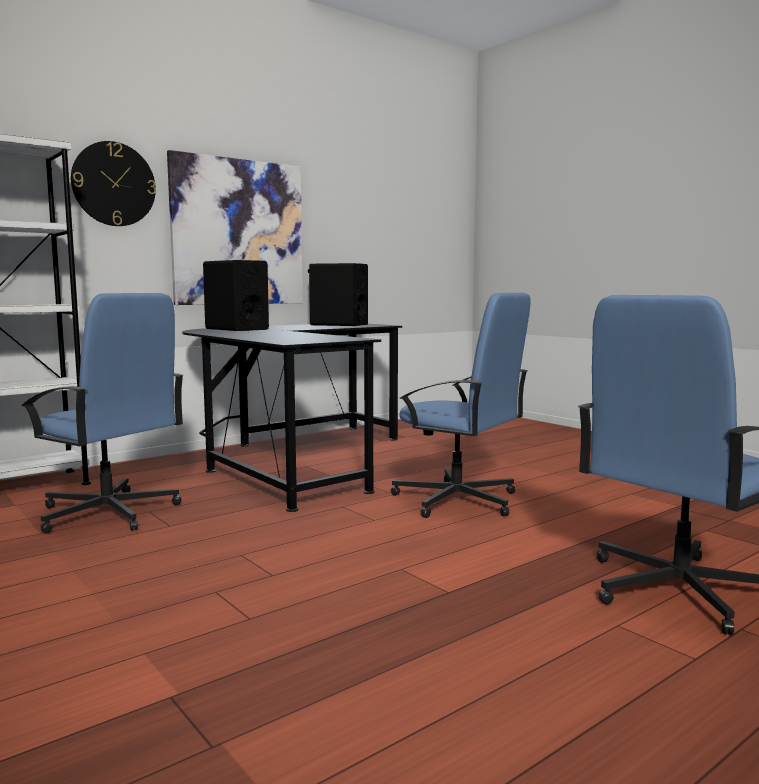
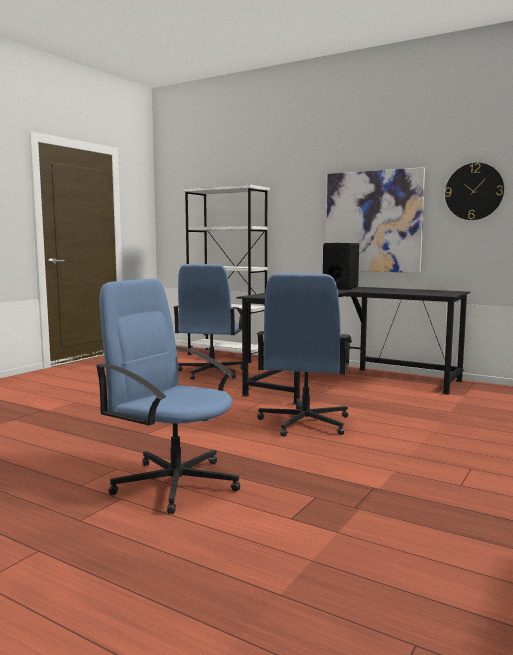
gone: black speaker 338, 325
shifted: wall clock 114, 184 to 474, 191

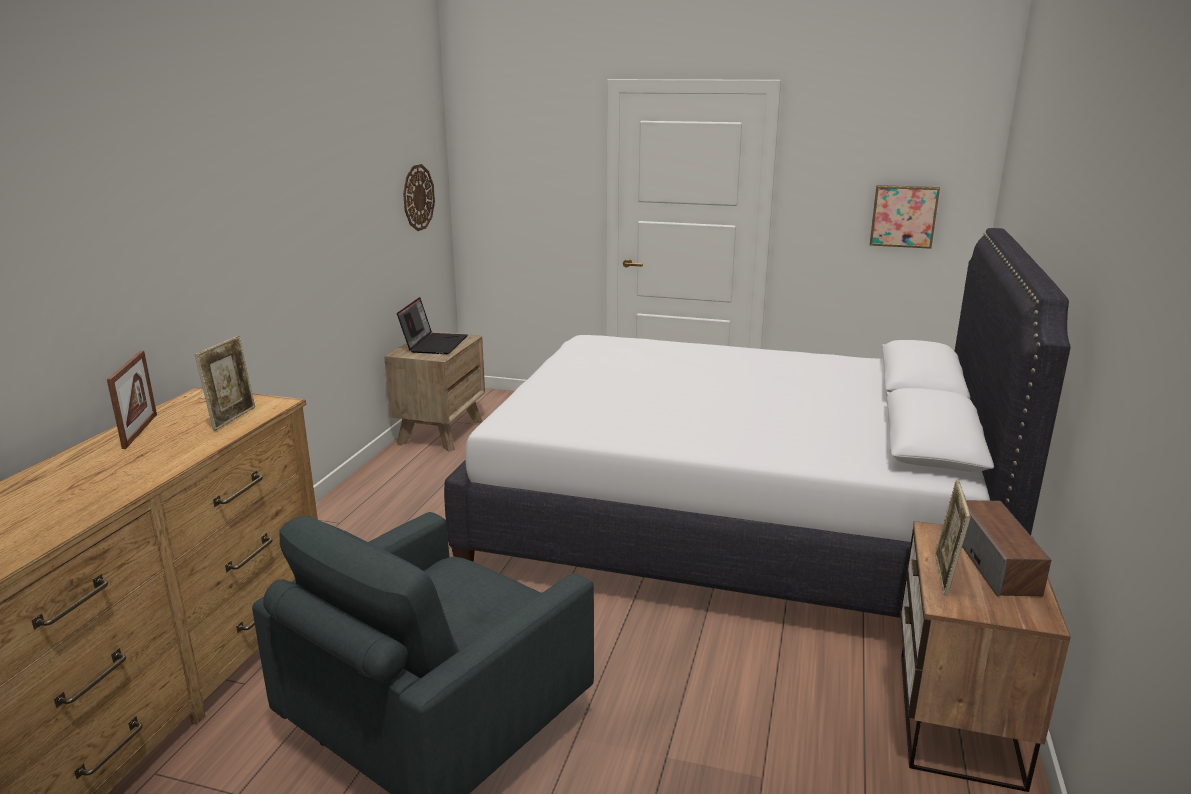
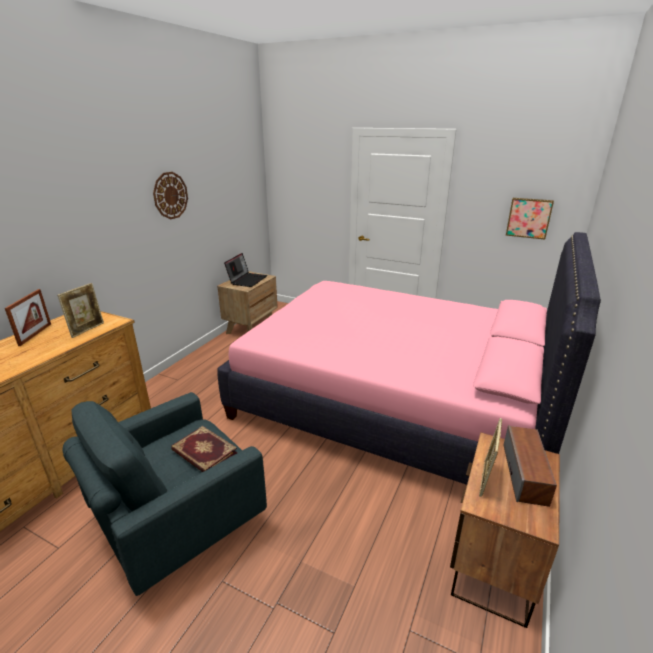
new: book 203, 452
shifted: wall clock 418, 197 to 170, 195
repainted: white bed 730, 523 to pink bed 393, 402

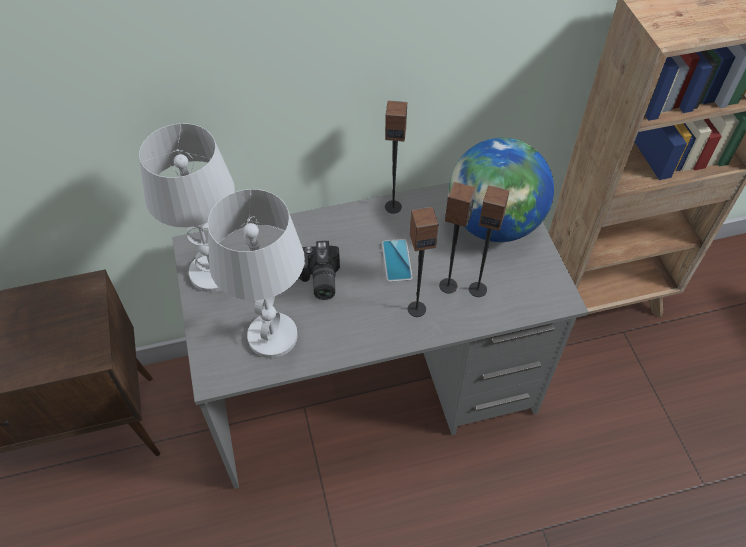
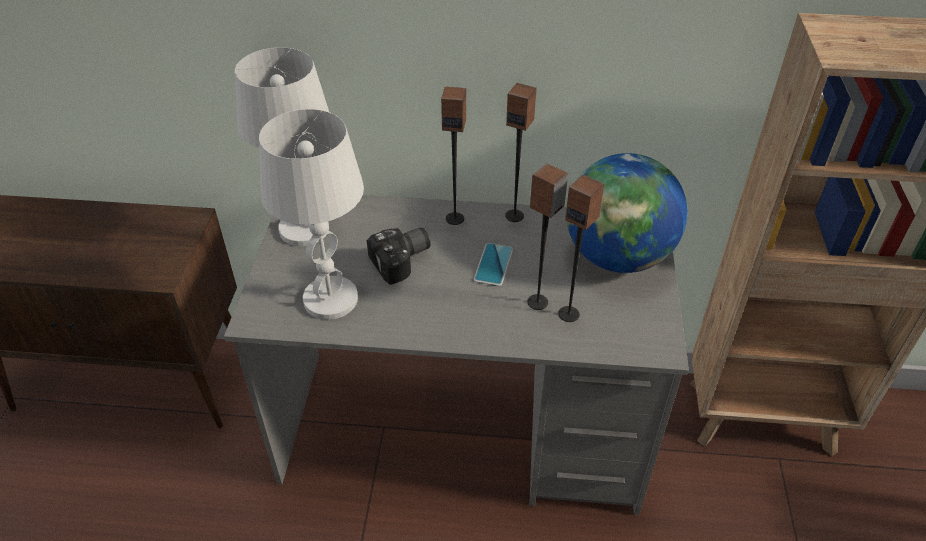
shifted: speaker 416, 309 to 455, 218
rotated: photo camera 318, 280 = 403, 261 135 degrees counterclockwise

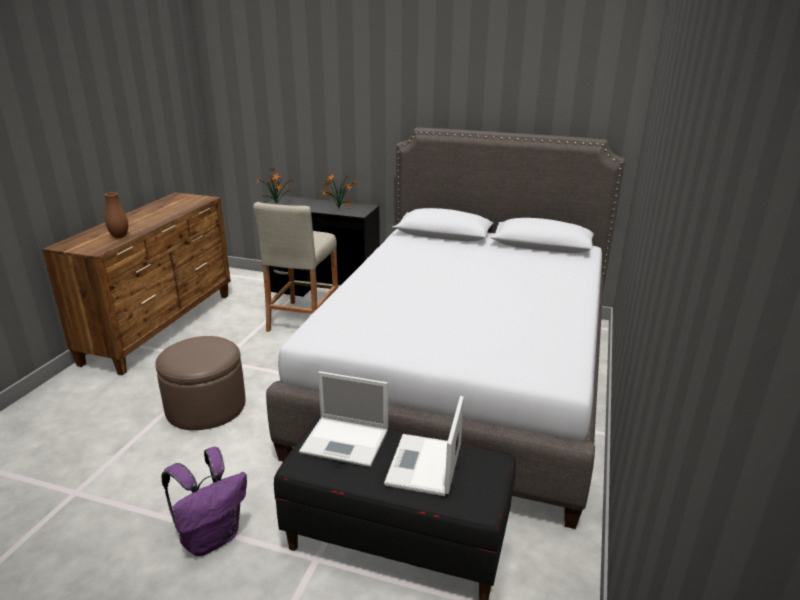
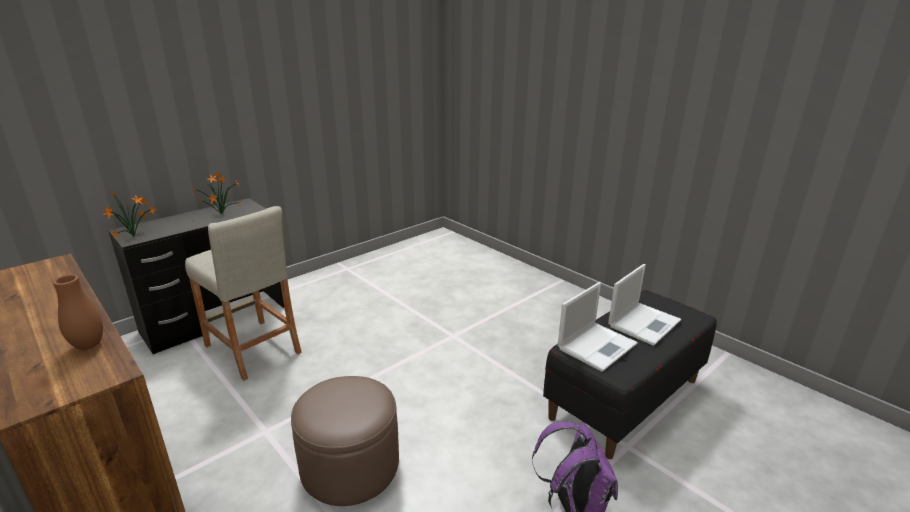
gone: grey bed 463, 377
rotated: laptop 424, 466 = 644, 323 90 degrees counterclockwise

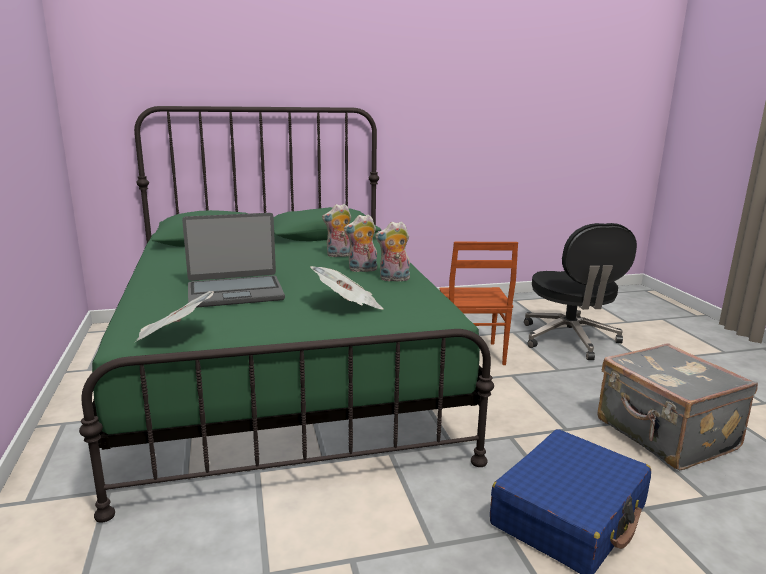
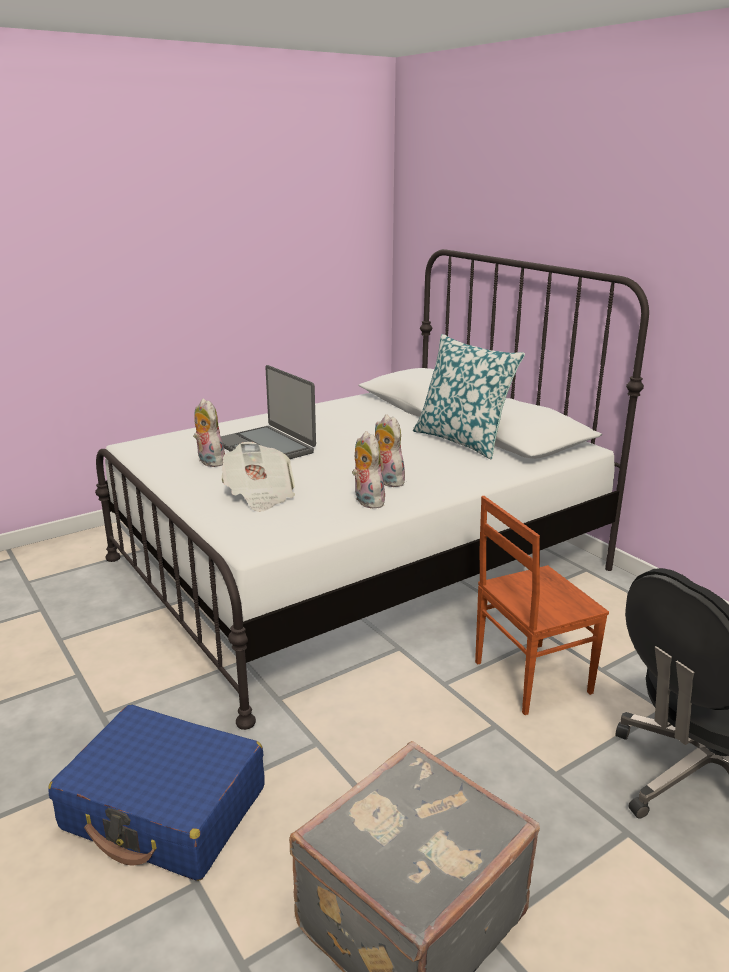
gone: newspaper 174, 336
new: pillow 463, 441
shifted: plush toy 339, 255 to 209, 462
repainted: green bed 283, 376 to white bed 358, 564

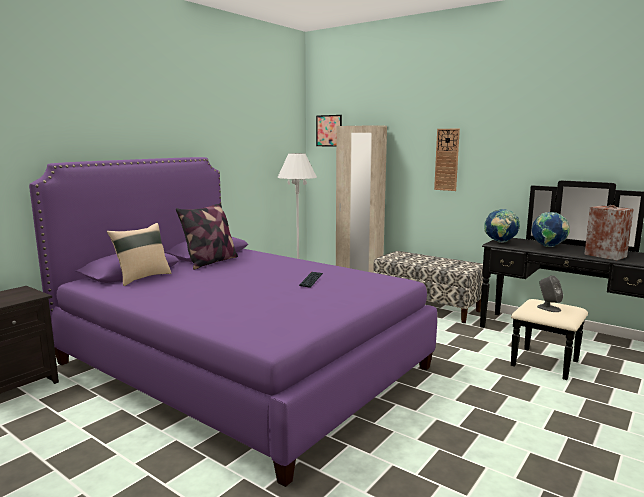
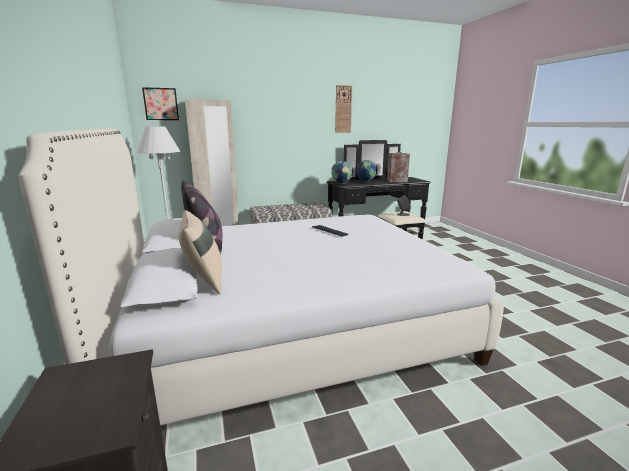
shifted: wall clock 447, 159 to 343, 109
repainted: purple bed 240, 365 to white bed 289, 330

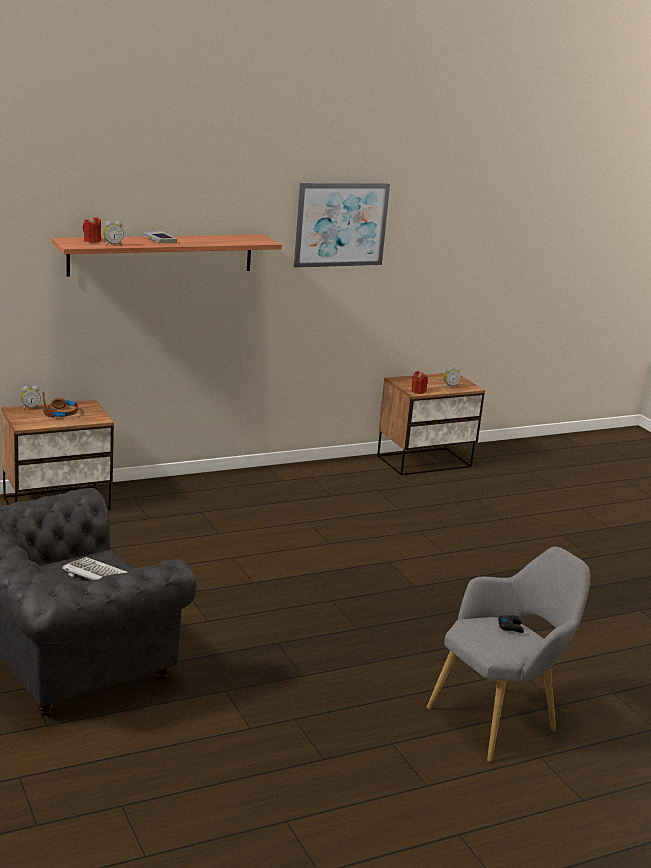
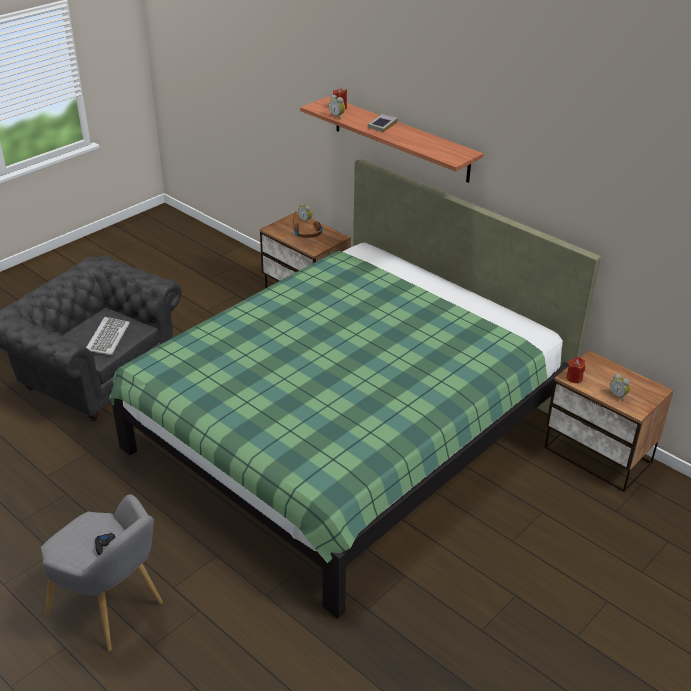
gone: picture 341, 224
new: green bed 346, 433

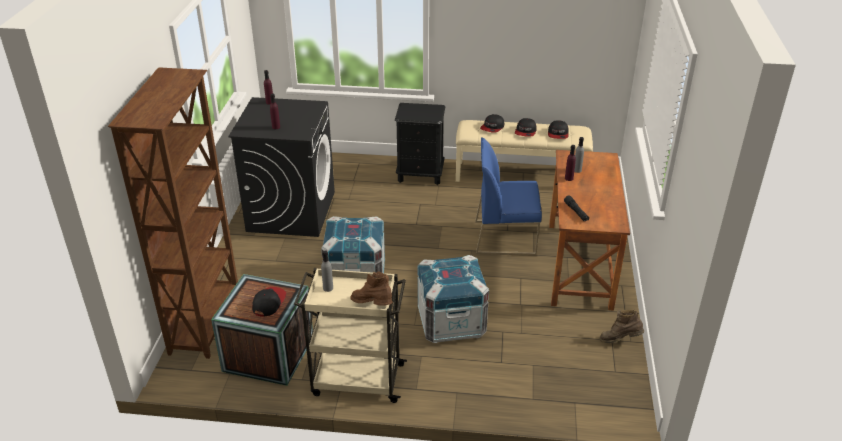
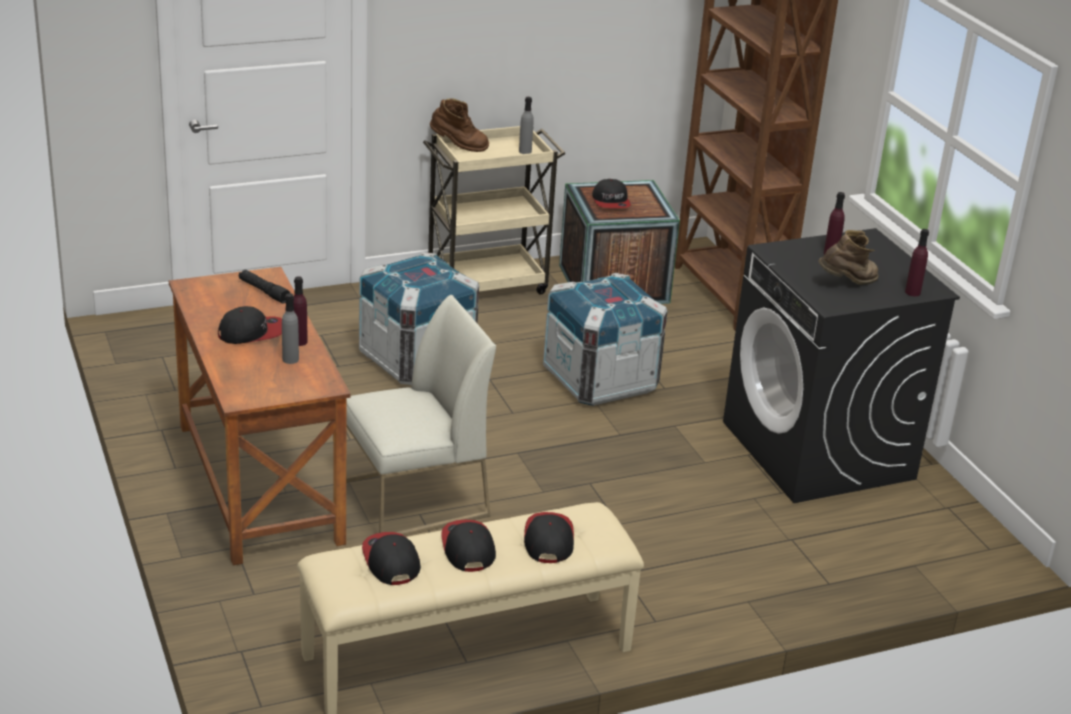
gone: black nightstand 420, 175
new: cap 252, 332
shifted: brown boot 619, 340 to 847, 283
repainted: blue chair 505, 237 to white chair 414, 499

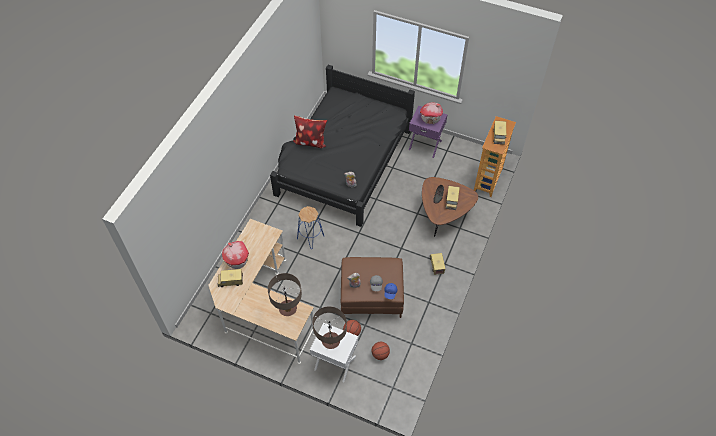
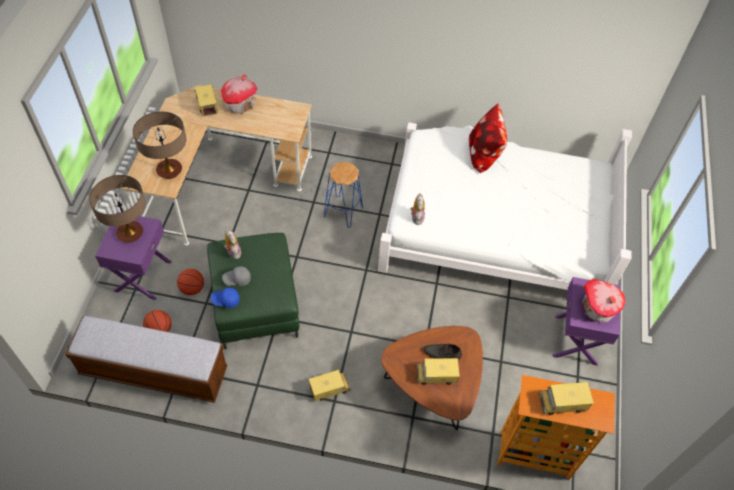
new: bench 154, 372
repainted: black bed 343, 162 to white bed 494, 228; white nightstand 335, 363 to purple nightstand 142, 276; brown ottoman 371, 296 to green ottoman 256, 304

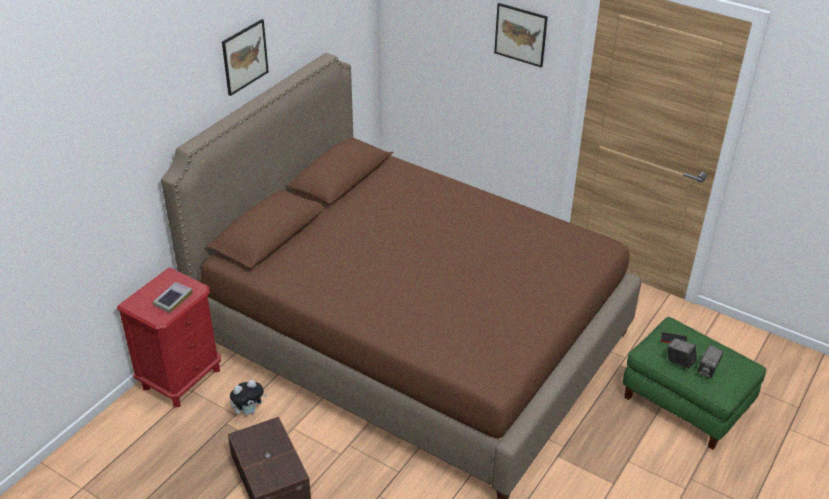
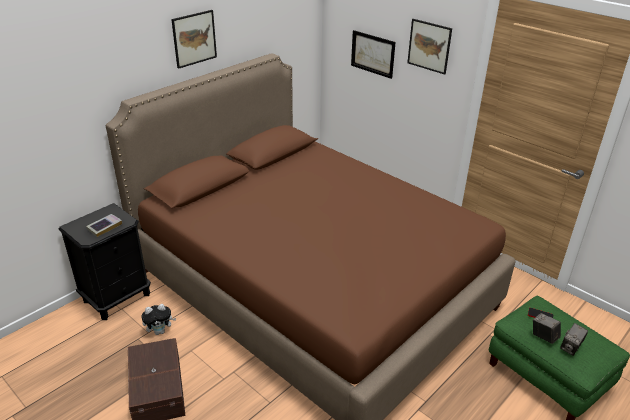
new: picture 372, 54
repainted: red nightstand 181, 378 to black nightstand 117, 297

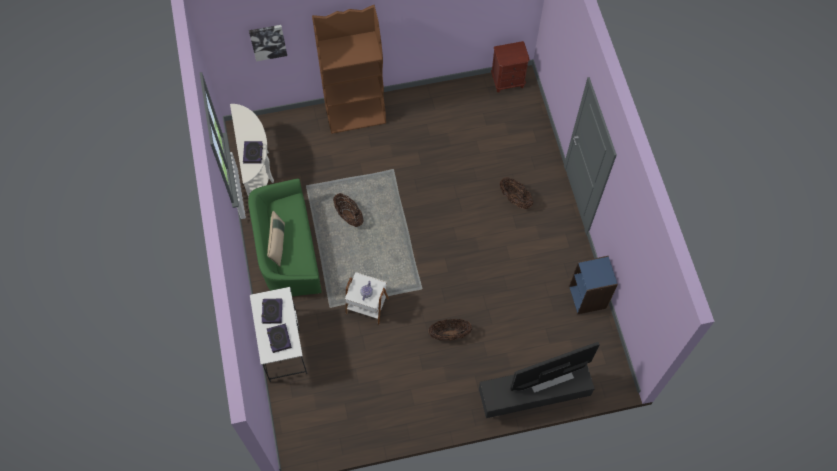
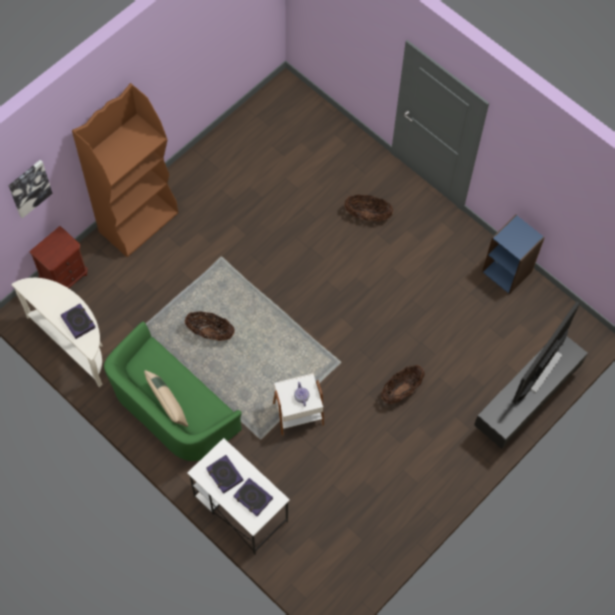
shifted: brown nightstand 508, 81 to 65, 277

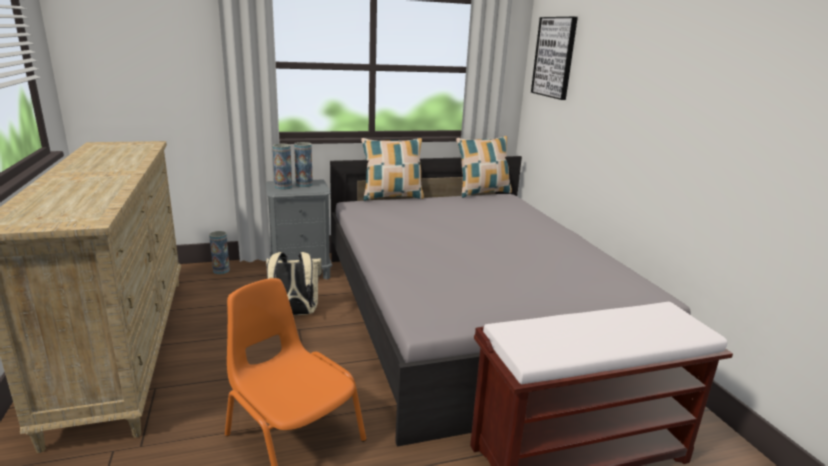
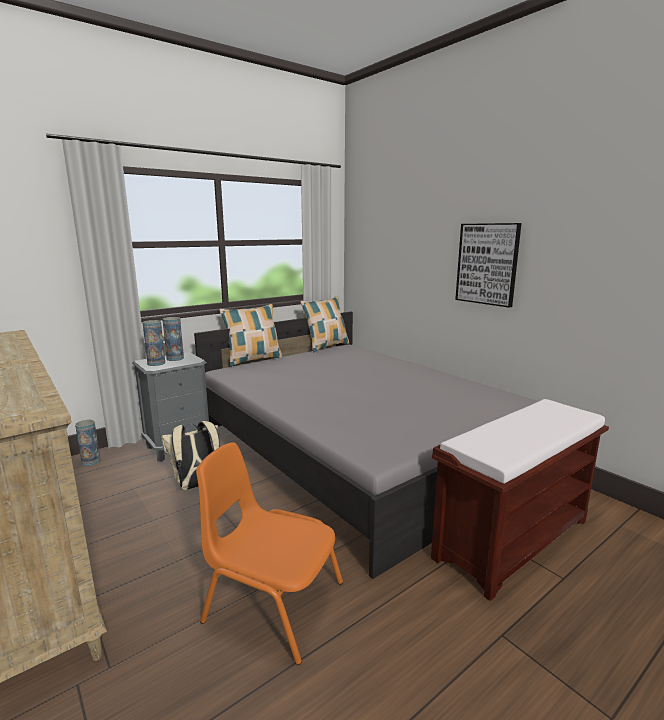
shifted: picture 554, 57 to 487, 264

